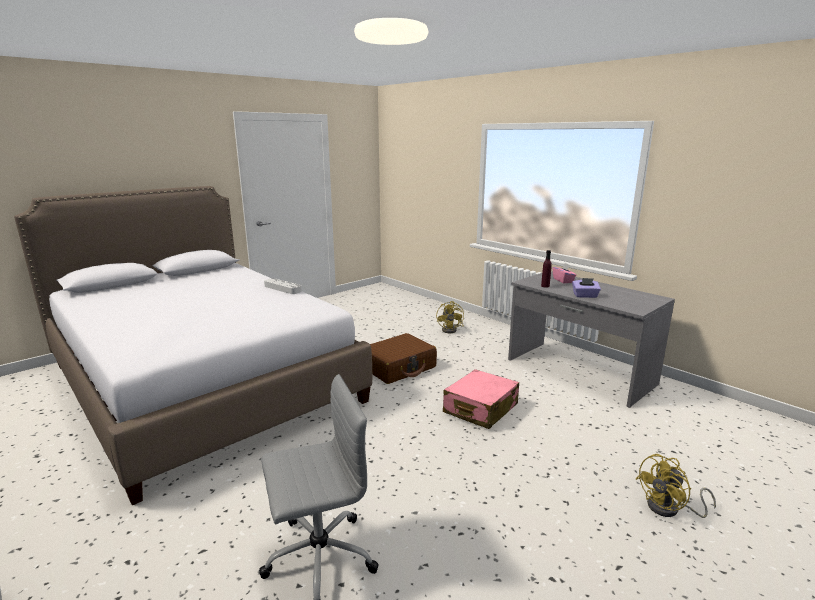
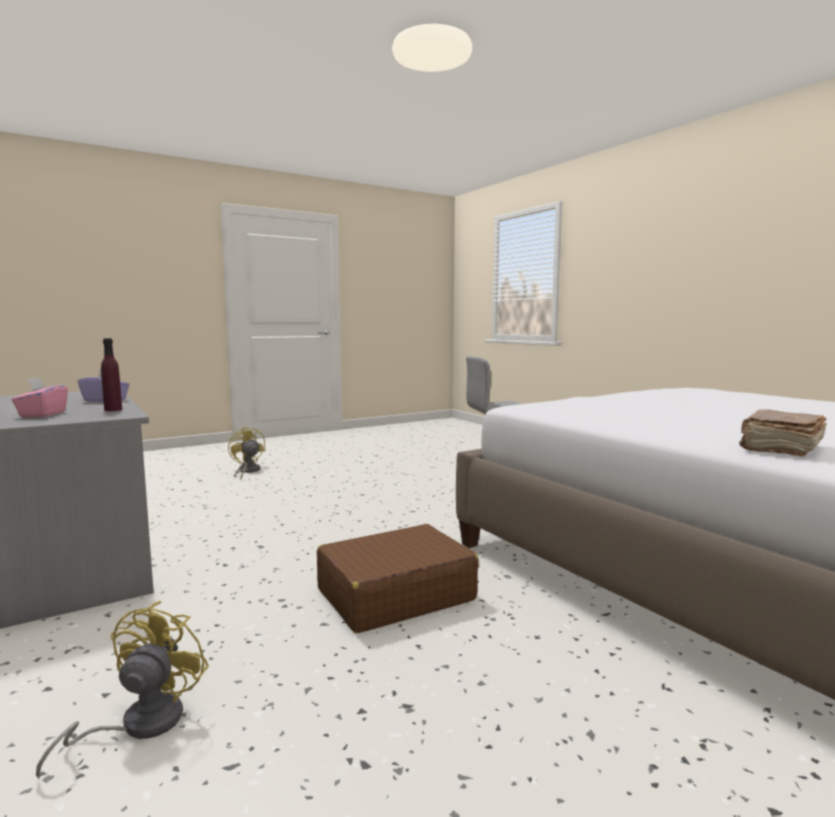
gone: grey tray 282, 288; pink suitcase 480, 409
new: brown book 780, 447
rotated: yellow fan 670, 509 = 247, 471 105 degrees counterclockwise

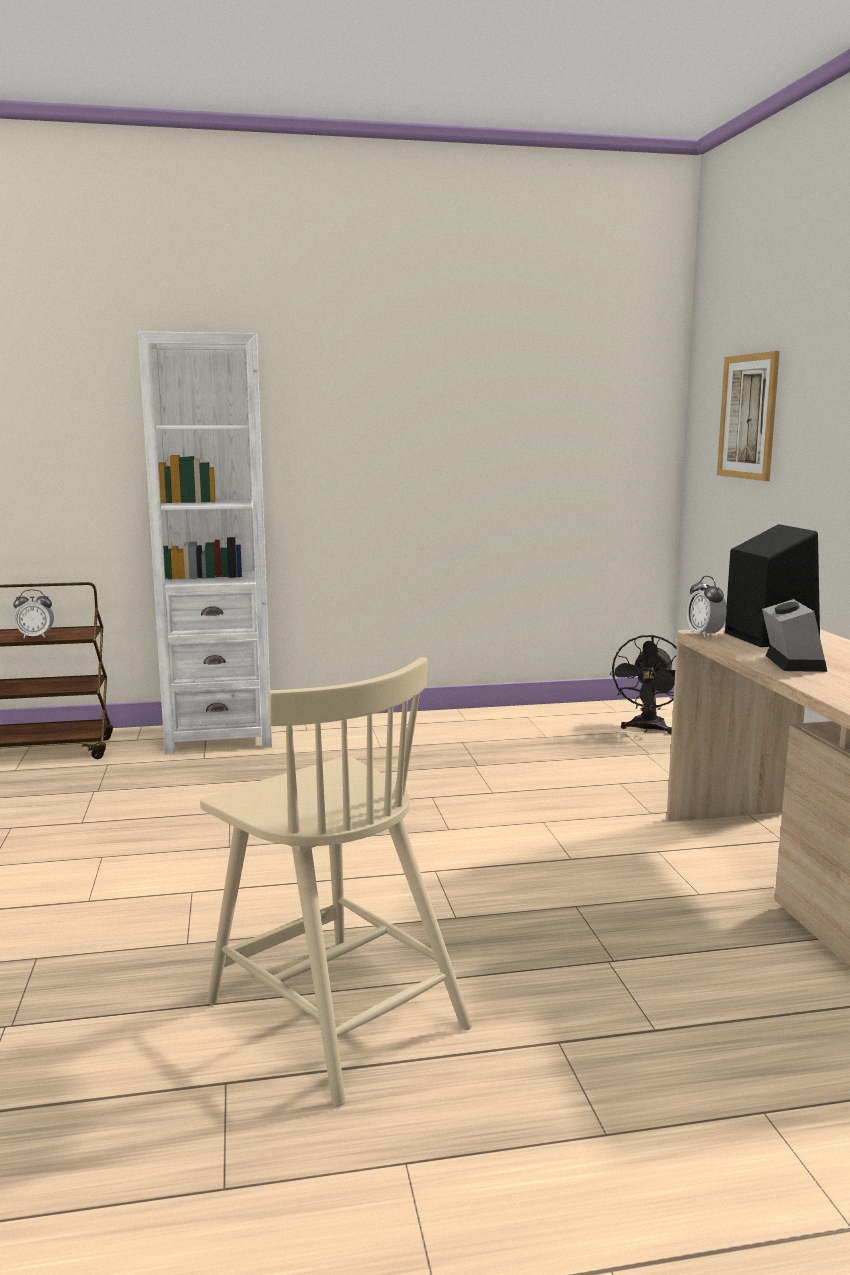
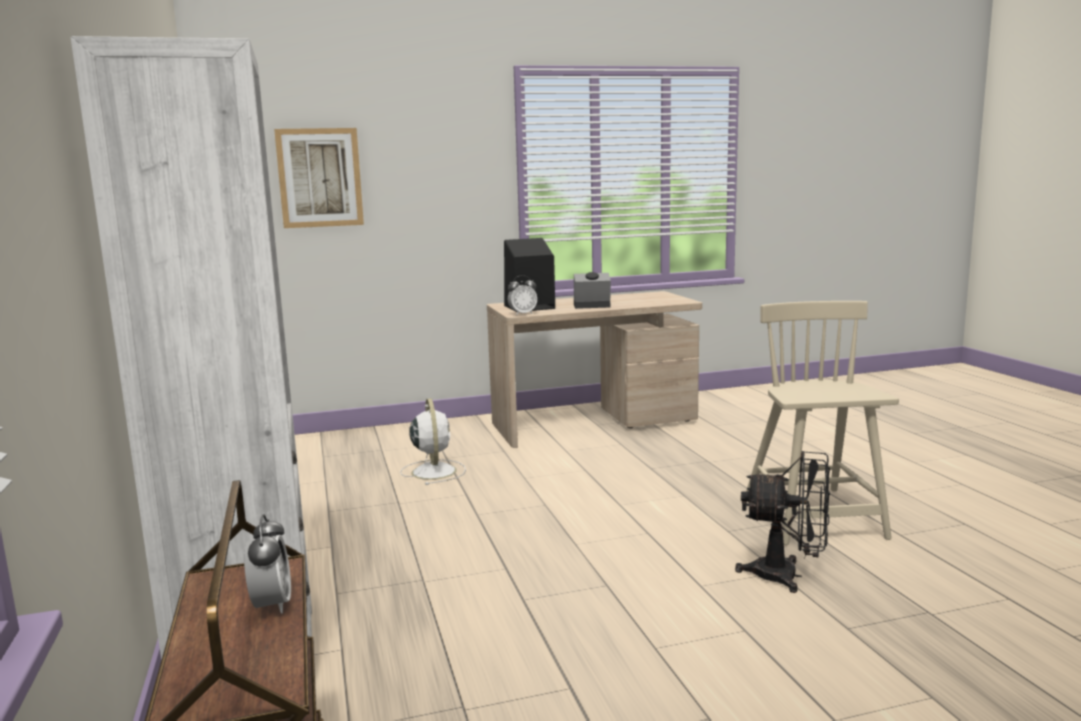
new: white fan 433, 471
shifted: black fan 647, 729 to 787, 576
rotated: beige chair 334, 1012 = 814, 517 45 degrees counterclockwise

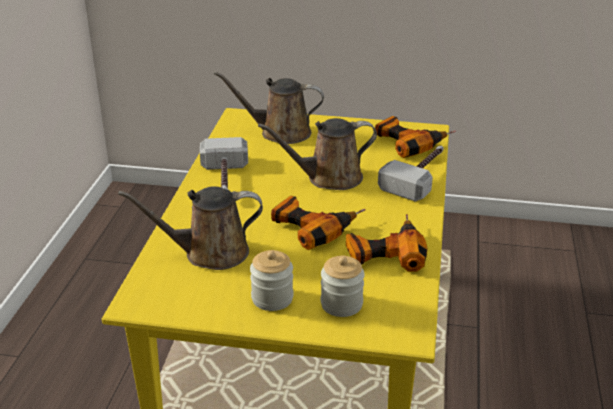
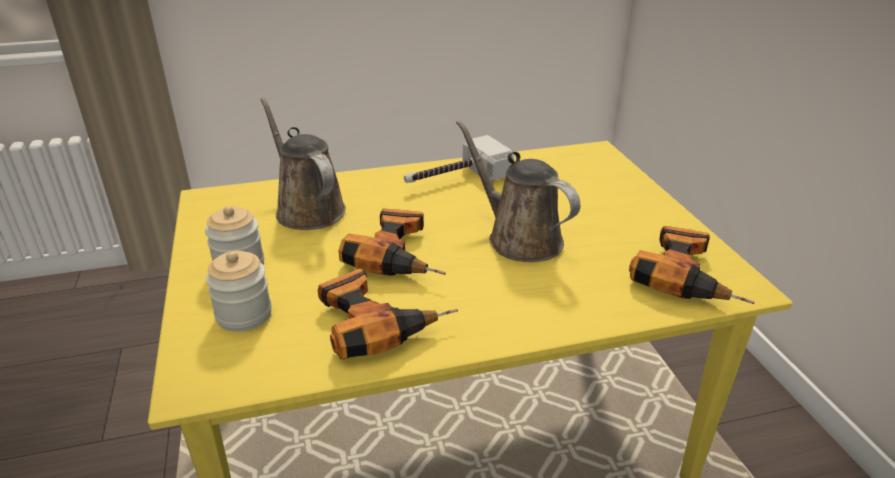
gone: brown watering can 280, 133; hammer 419, 177

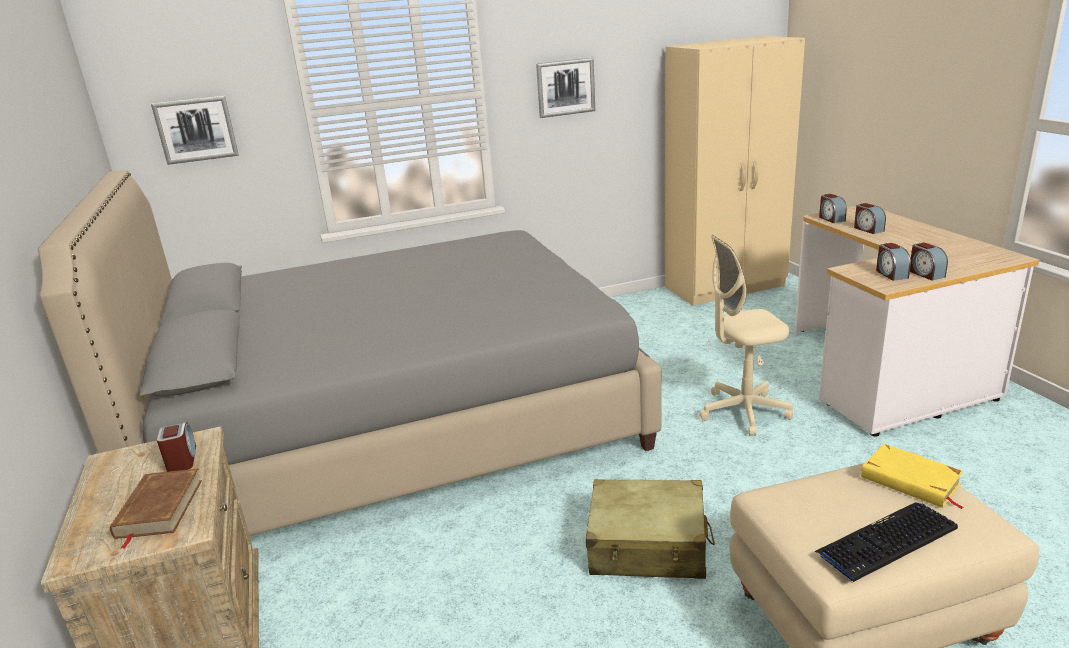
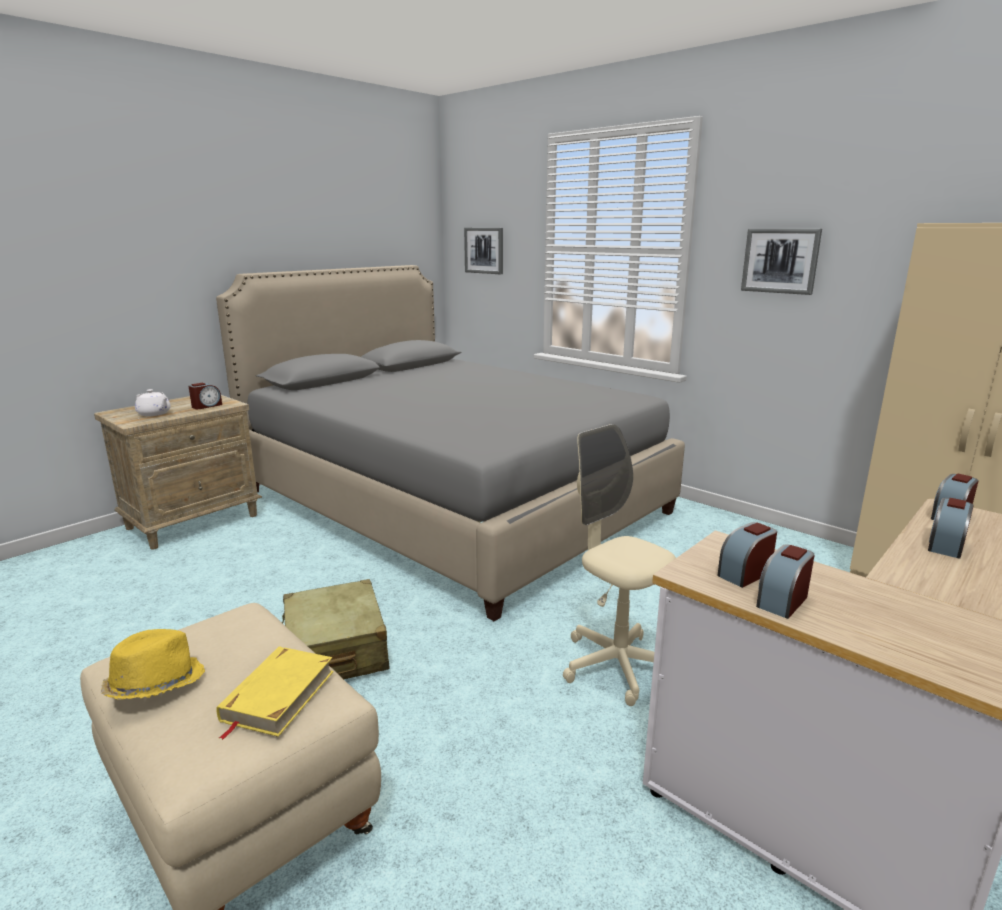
swapped: brown book 159, 509 to white teapot 154, 414; keyboard 886, 542 to yellow hat 154, 685

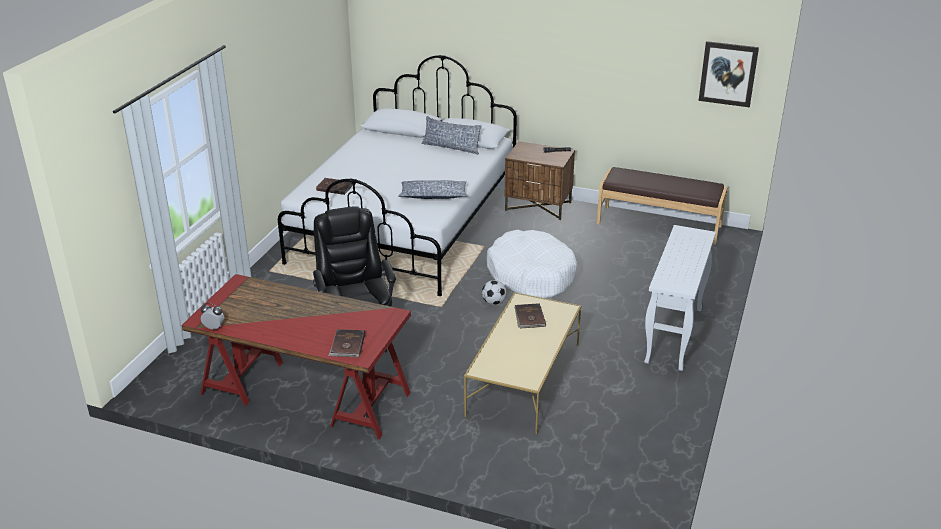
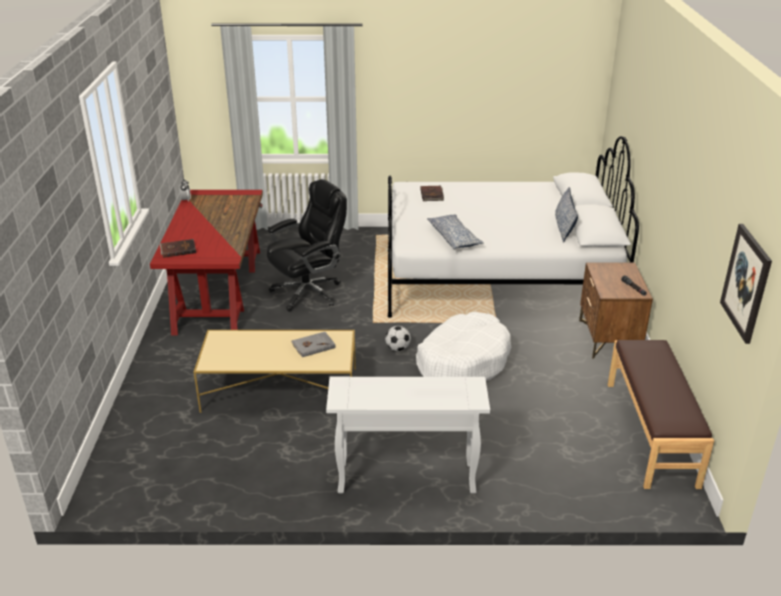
repainted: brown book 529, 318 to grey book 313, 345

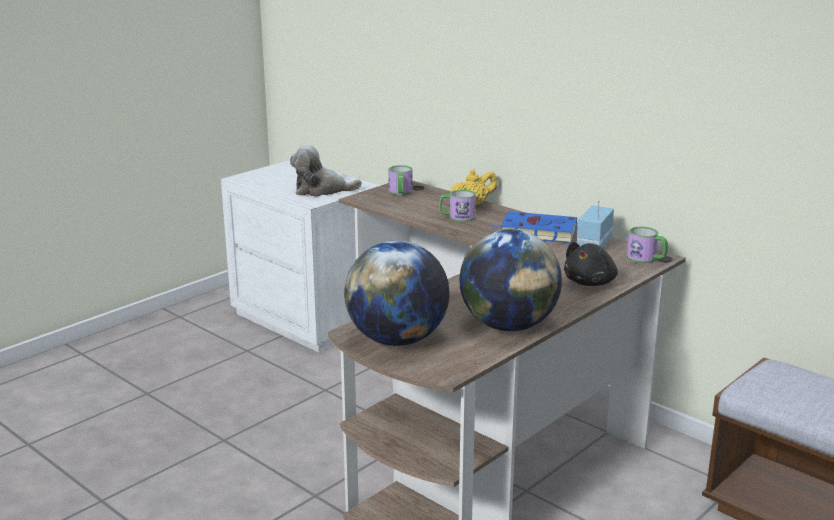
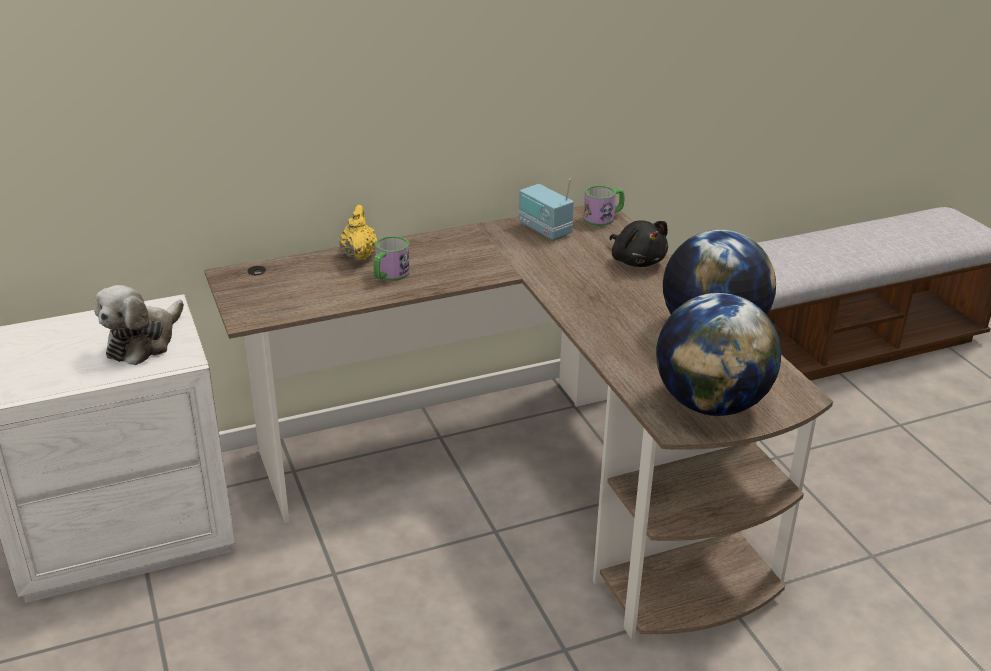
gone: mug 400, 192; blue book 536, 232

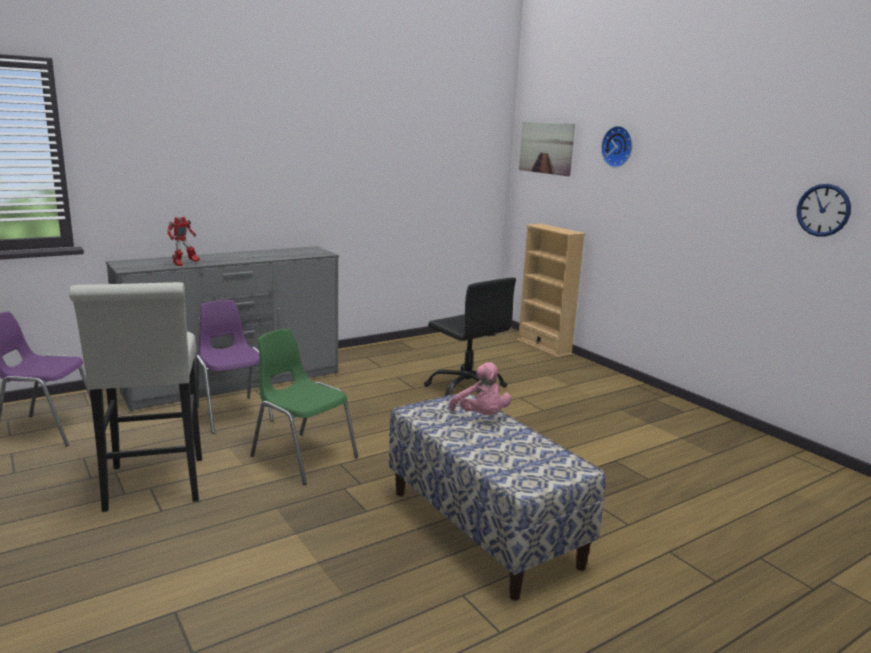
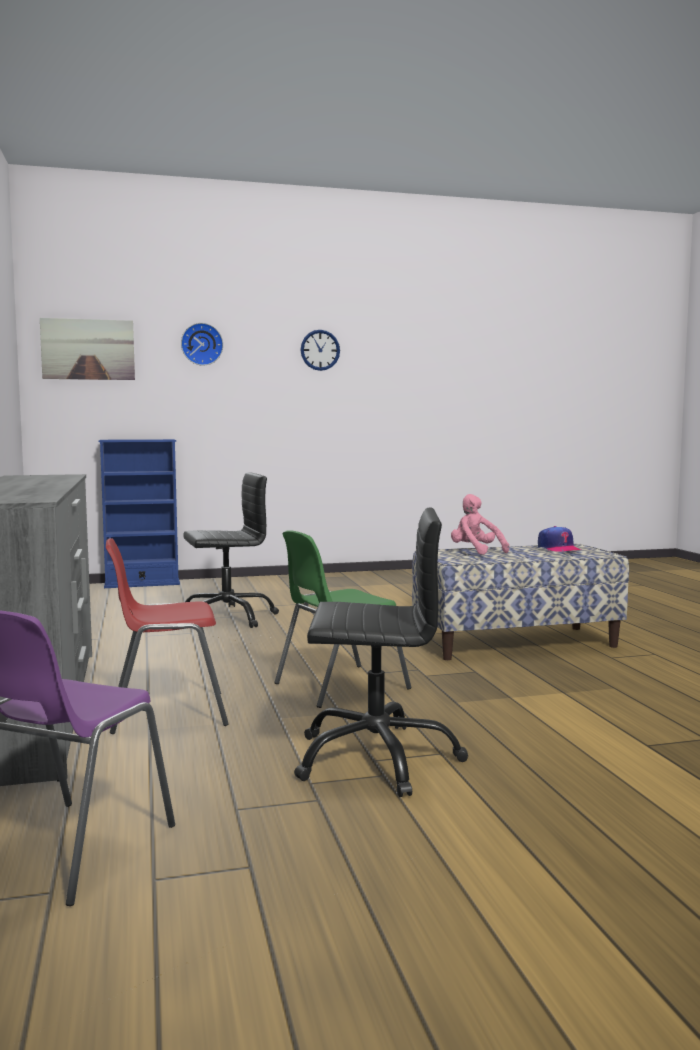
gone: toy robot 184, 264
new: cap 558, 548
shifted: wall clock 823, 210 to 320, 350
swapped: white stool 154, 488 to black office chair 376, 758
repainted: purple chair 233, 414 to red chair 167, 713; beige bookcase 544, 347 to blue bookcase 142, 584
rotated: pink plush toy 481, 417 = 475, 551 120 degrees counterclockwise

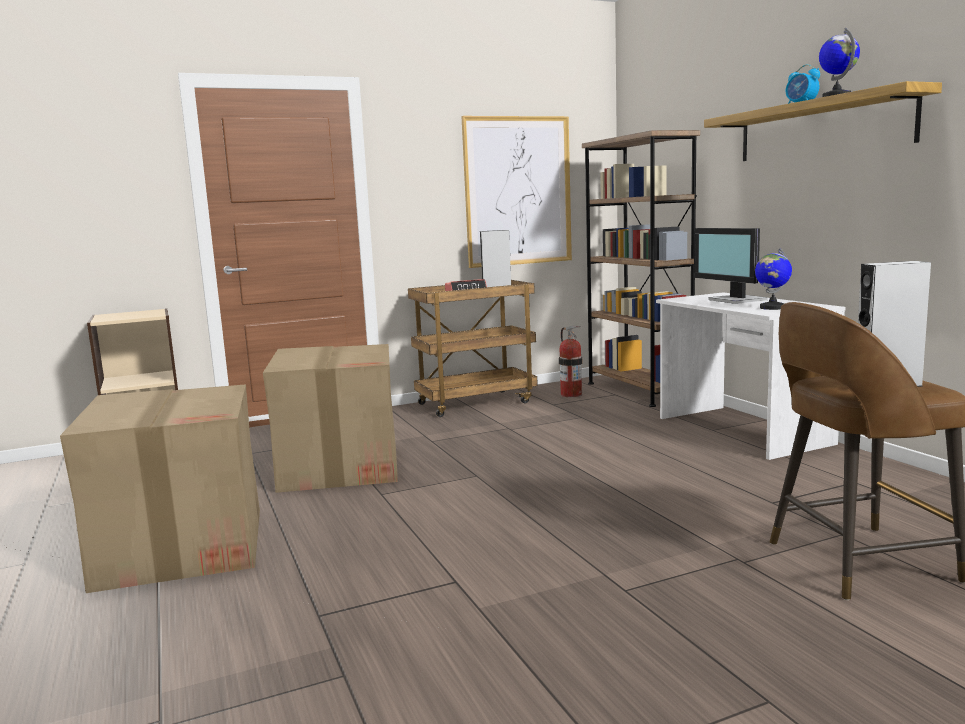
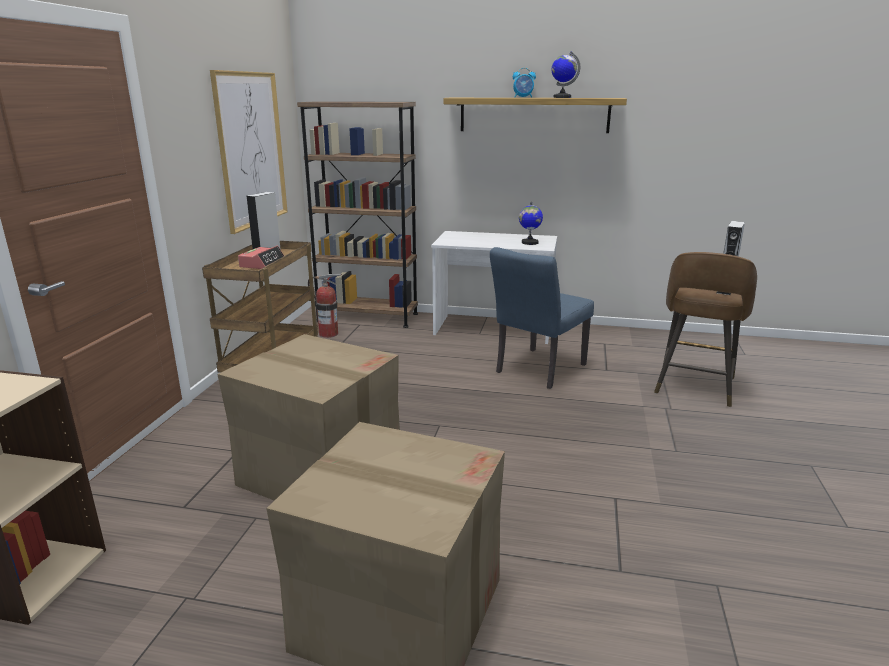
gone: monitor 736, 300
new: blue chair 536, 370

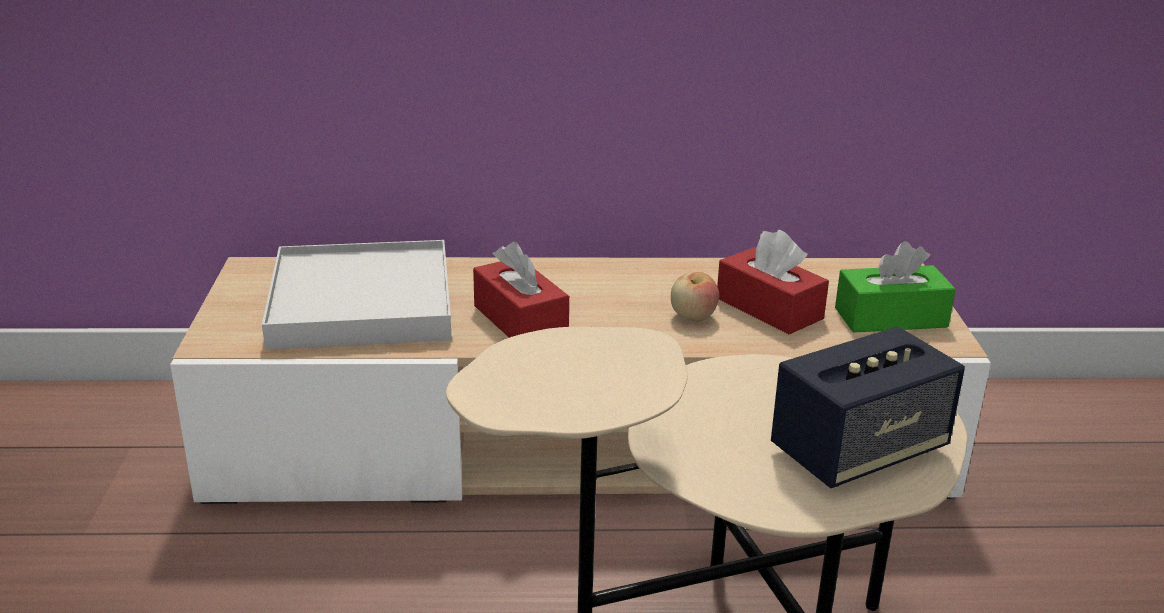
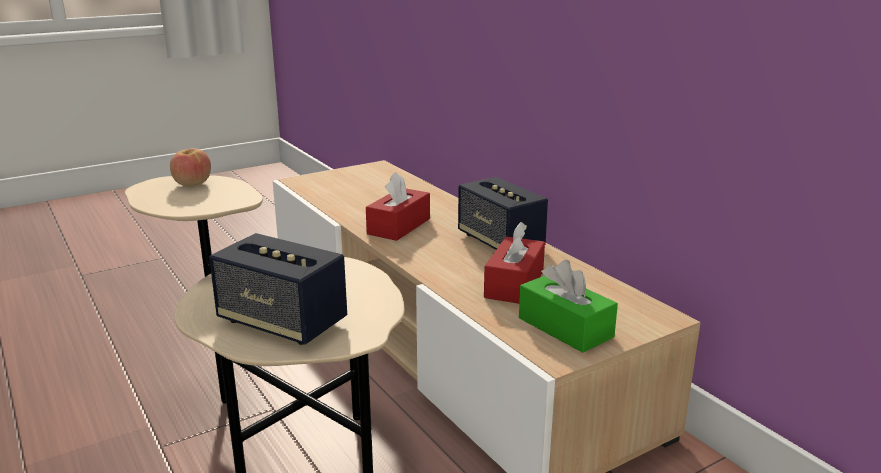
gone: white tray 361, 302
new: speaker 500, 242
shifted: apple 693, 316 to 192, 184

